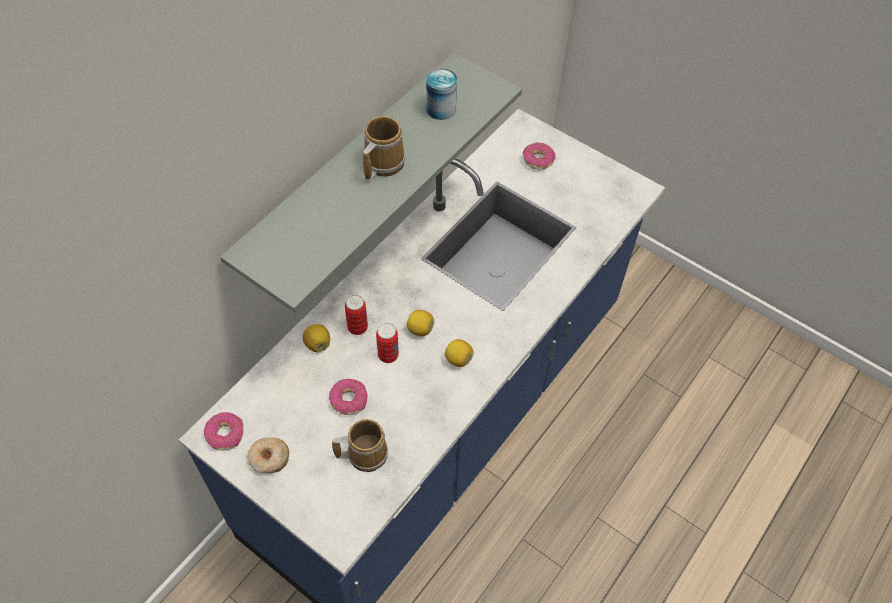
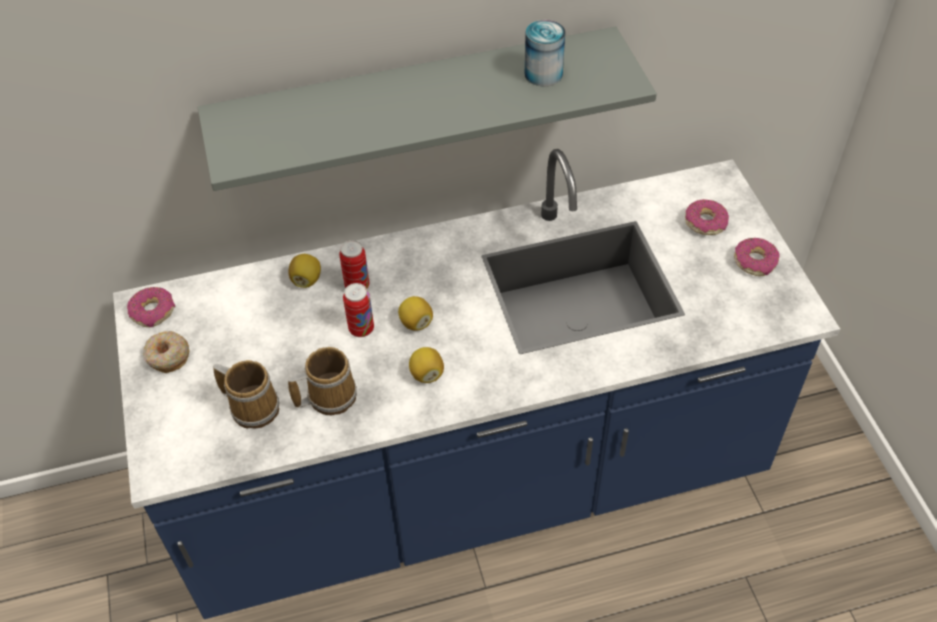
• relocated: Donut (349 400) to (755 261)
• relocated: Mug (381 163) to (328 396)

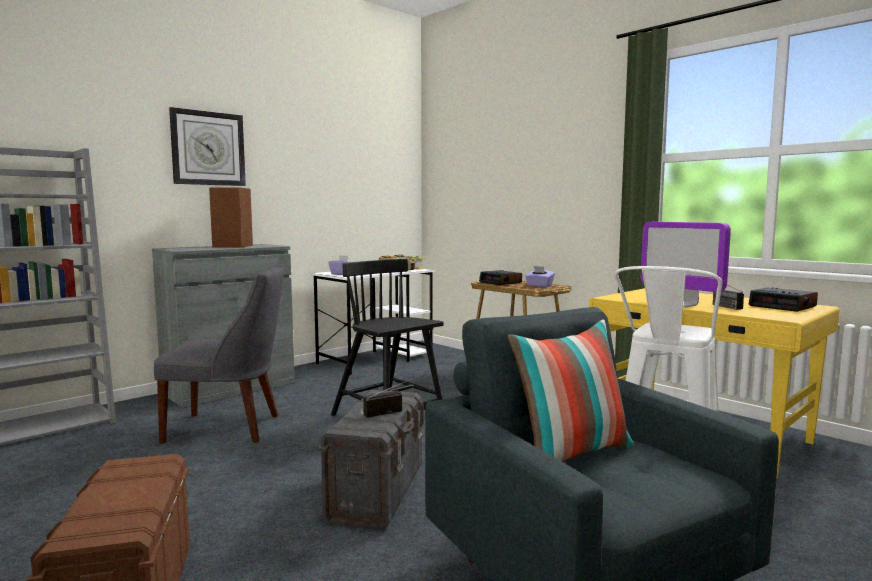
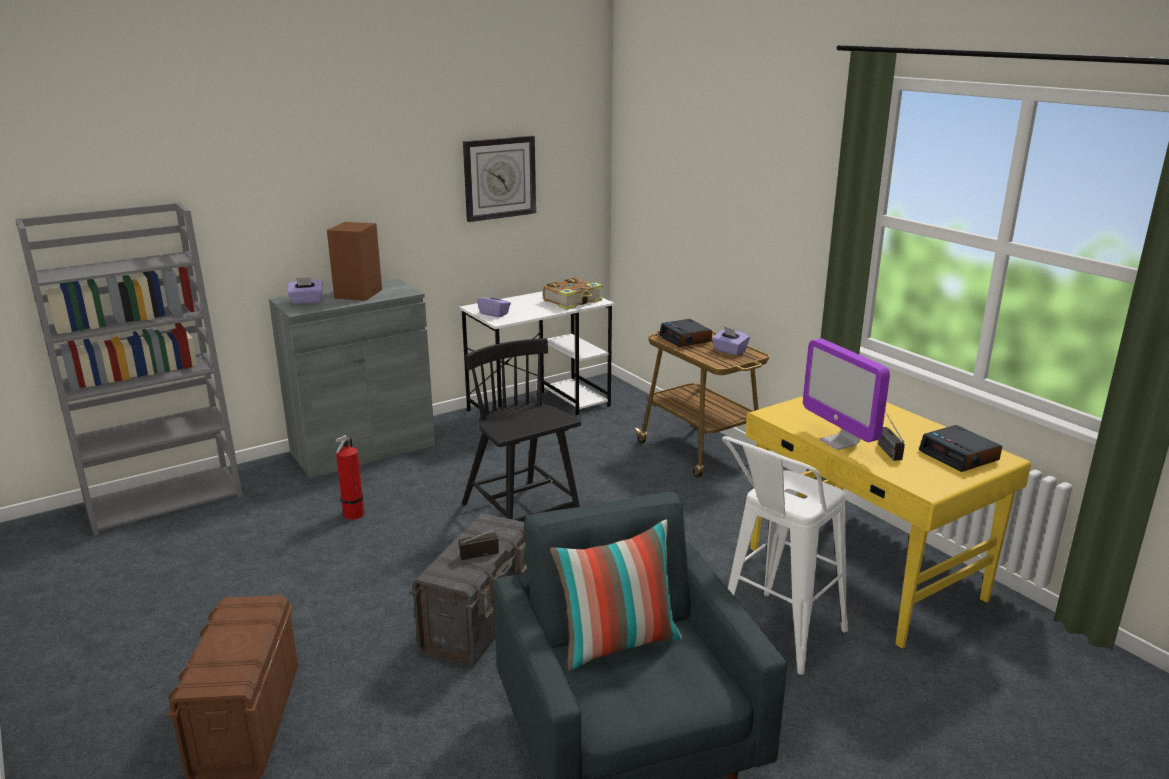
• appeared: PurpleTissueBox (306 301)
• relocated: WallClock (208 148) to (499 178)
• exchanged: GreyChair (228 428) to FireExtinguisher (352 515)

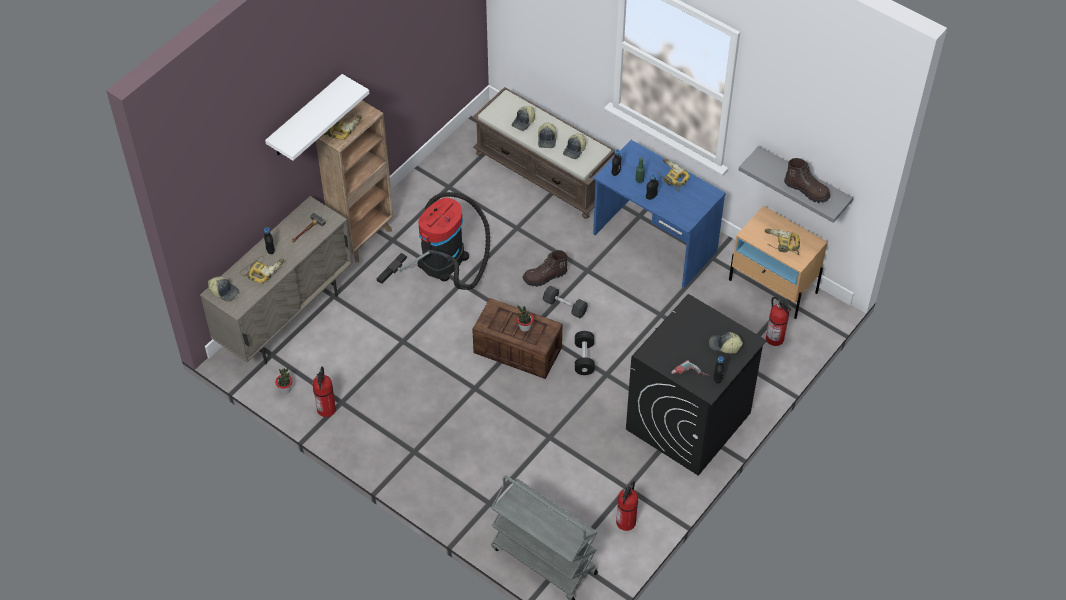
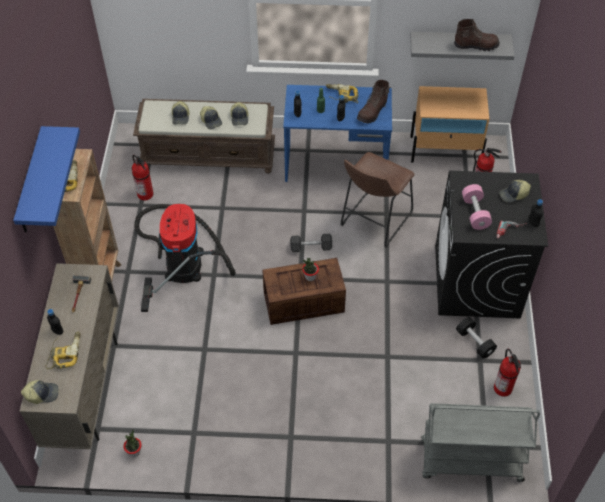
• missing: PowerDrill (781 244)
• appeared: BrownStool (373 221)
• appeared: PinkDumbbell (475 213)
• relocated: FireExtinguisher (326 409) to (146 194)
• relocated: BrownBoot (545 277) to (373 112)
• relocated: BlackDumbbell (584 358) to (474 342)
• colour: WhiteShelf (305 117) to BlueShelf (31 183)

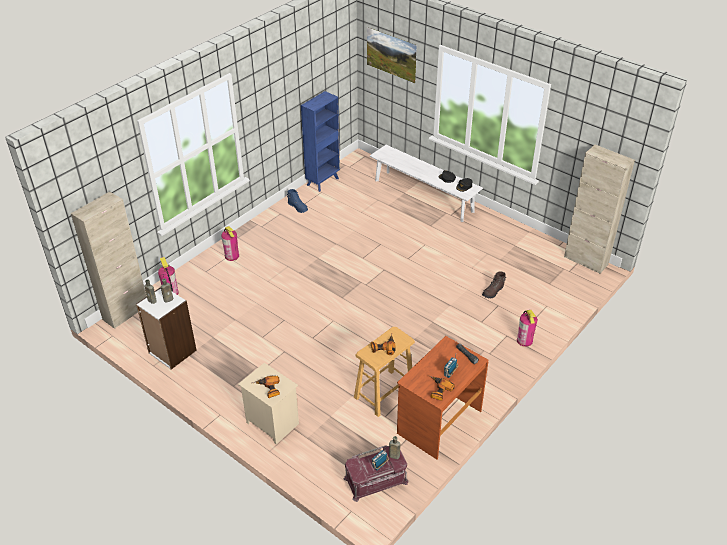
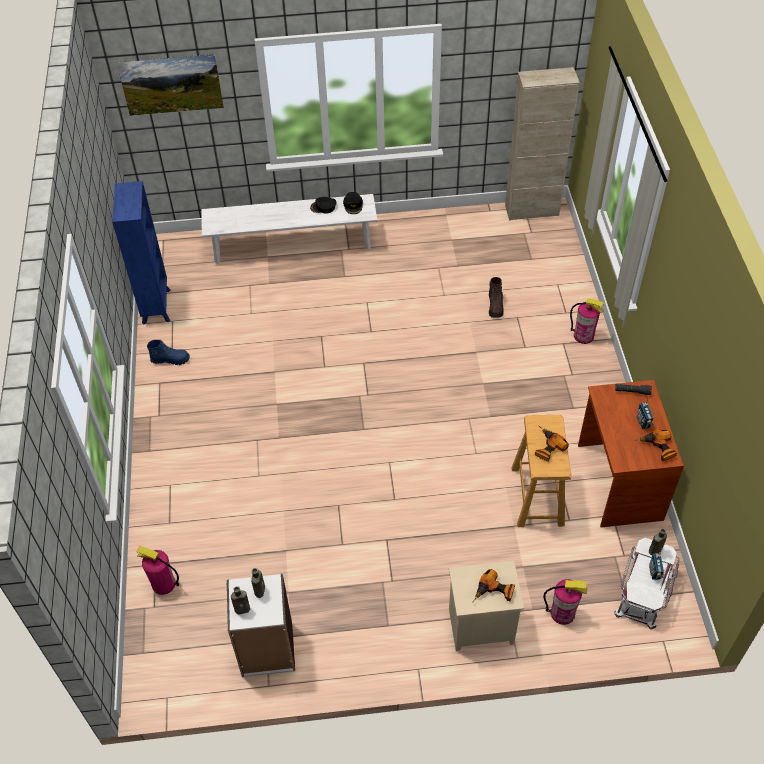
• missing: BeigeCabinet (126 312)
• relocated: FireExtinguisher (232 256) to (562 613)
• colour: RedStorageBox (376 481) to WhiteStorageBox (644 591)

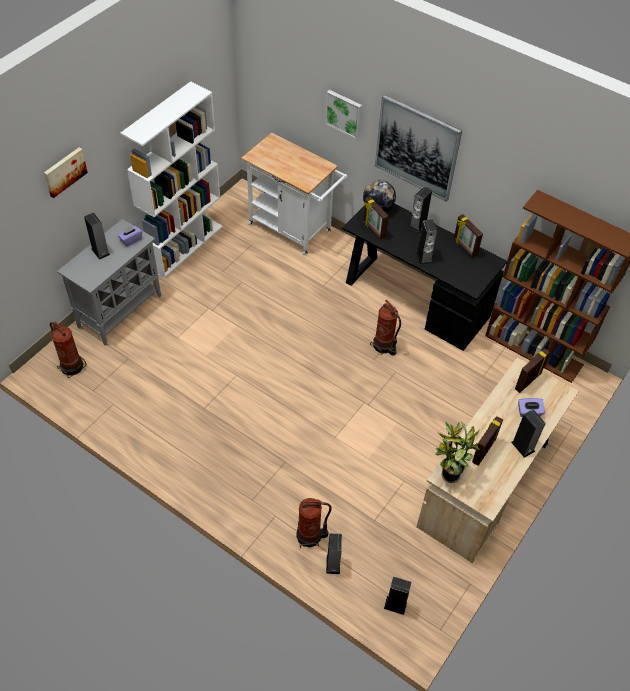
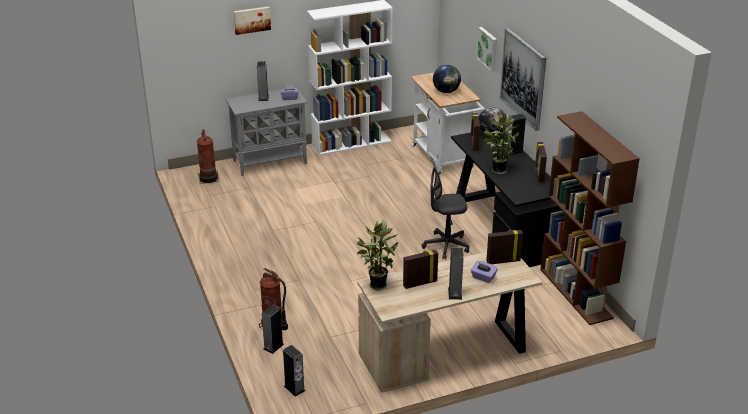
• appeared: Globe (446 91)
• exchanged: FireExtinguisher (384 346) to GreyOfficeChair (446 246)
• exchanged: Speaker (424 257) to PottedPlant (497 170)

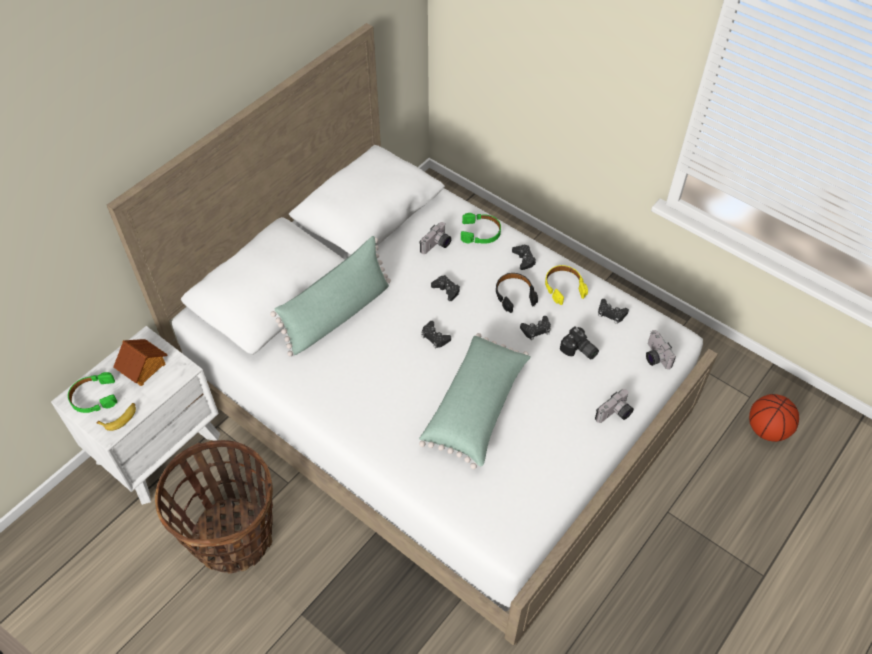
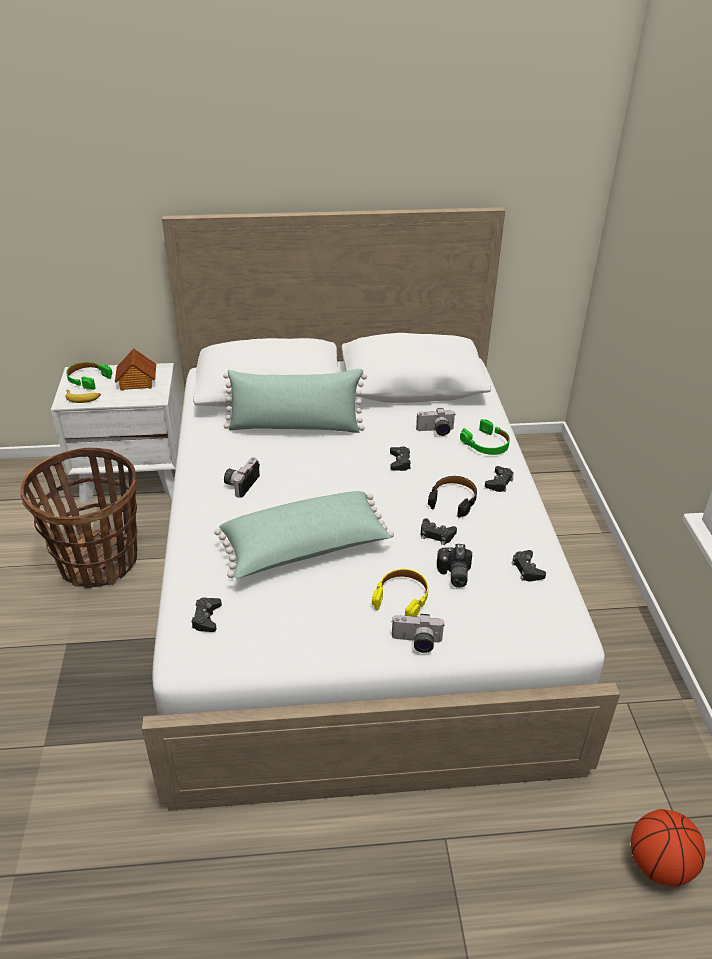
• relocated: BlackGameController (435 337) to (206 618)
• relocated: YellowHeadphones (563 287) to (402 598)
• relocated: PhotoCamera (654 356) to (241 483)

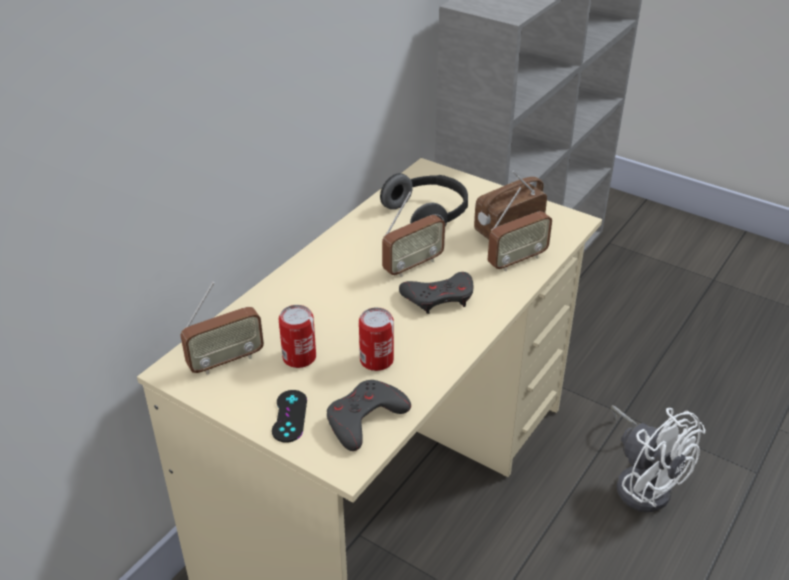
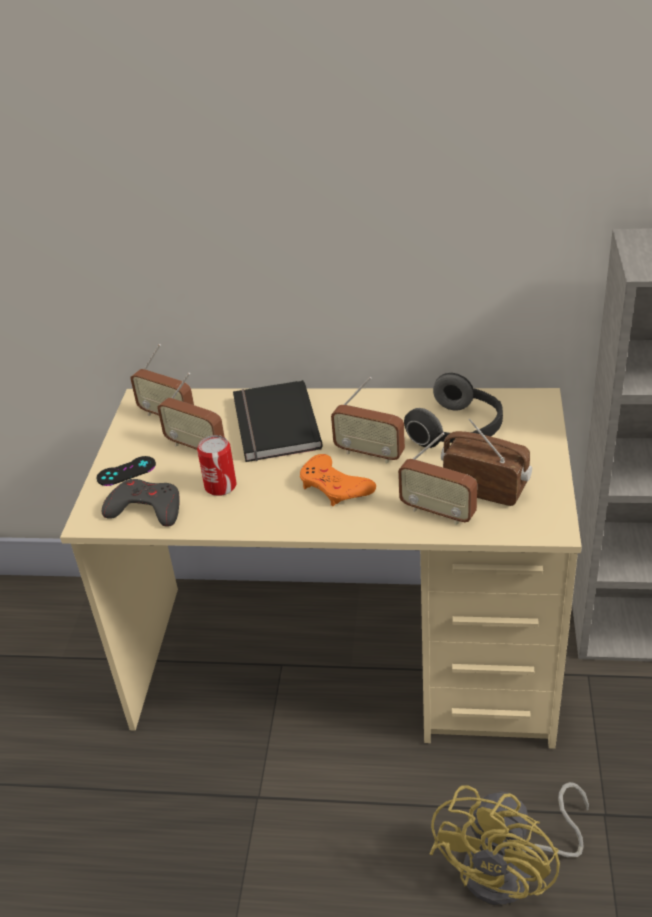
• appeared: BlackBook (273 425)
• exchanged: Can (299 357) to Radio (196 447)
• colour: GreyGameController (439 297) to OrangeGameController (334 486)
• colour: WhiteFan (642 482) to YellowFan (512 870)

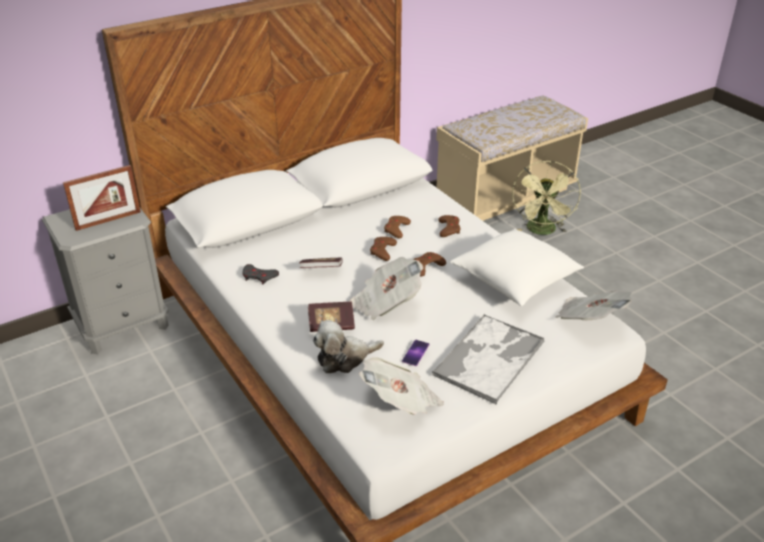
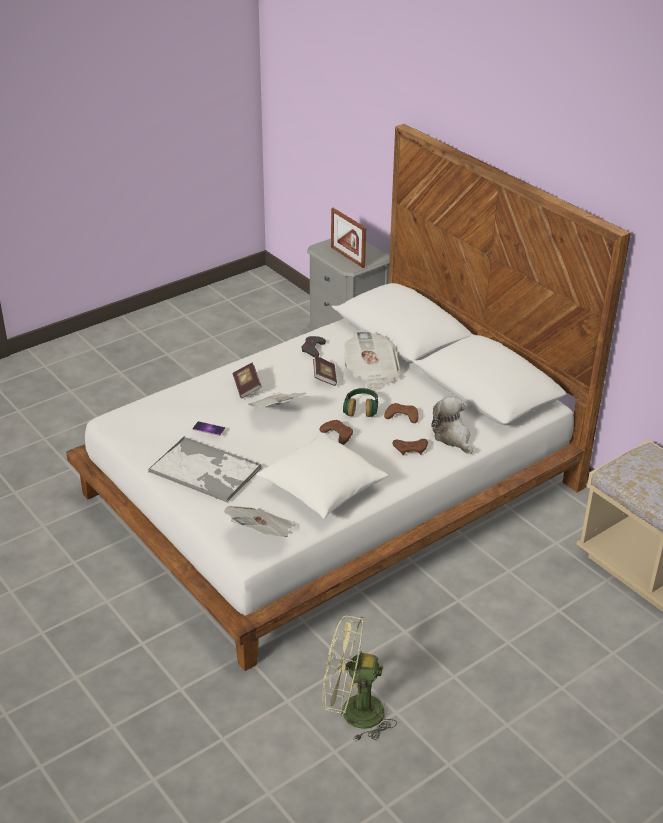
• relocated: PlushToy (344 358) to (453 437)
• relocated: Newspaper (401 402) to (371 374)
• relocated: GreenFan (542 231) to (352 713)
• exchanged: BrownGameController (382 251) to Headphones (361 409)

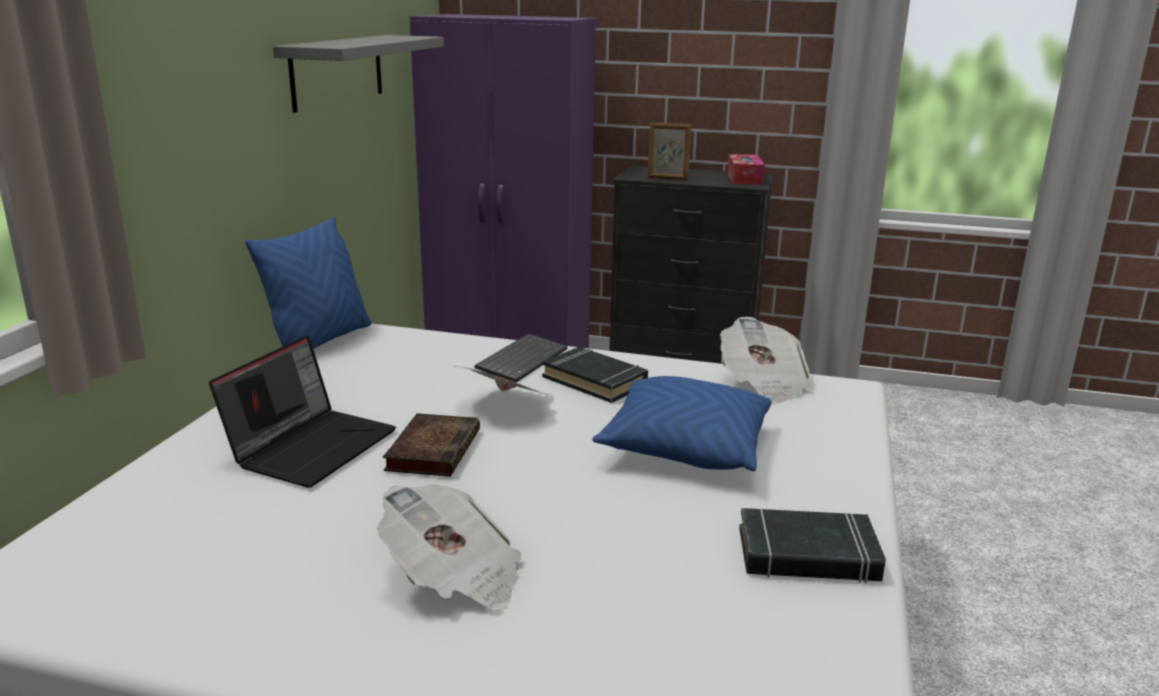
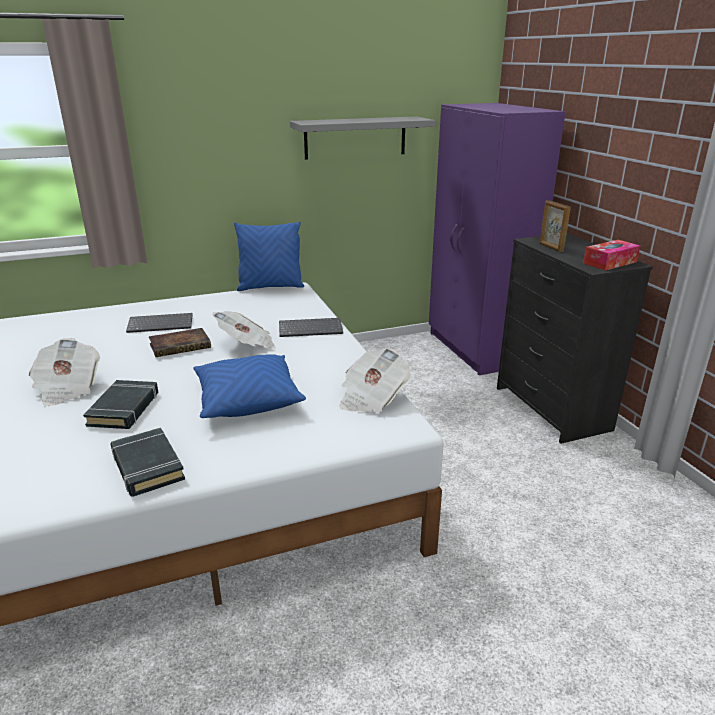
• relocated: BlackBook (595 381) to (124 409)
• exchanged: Laptop (312 446) to Keyboard (161 324)

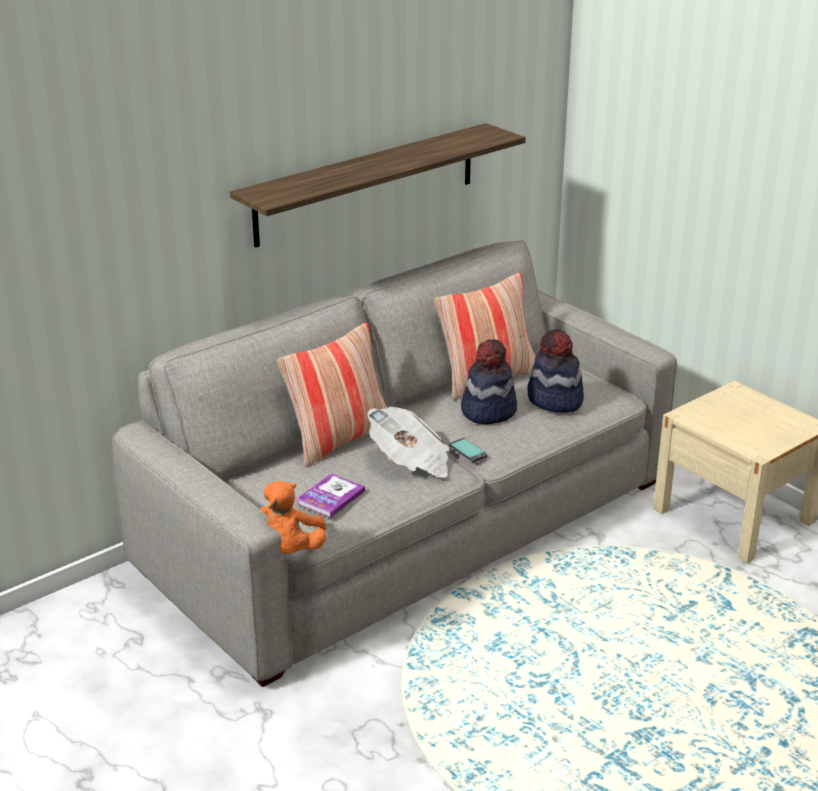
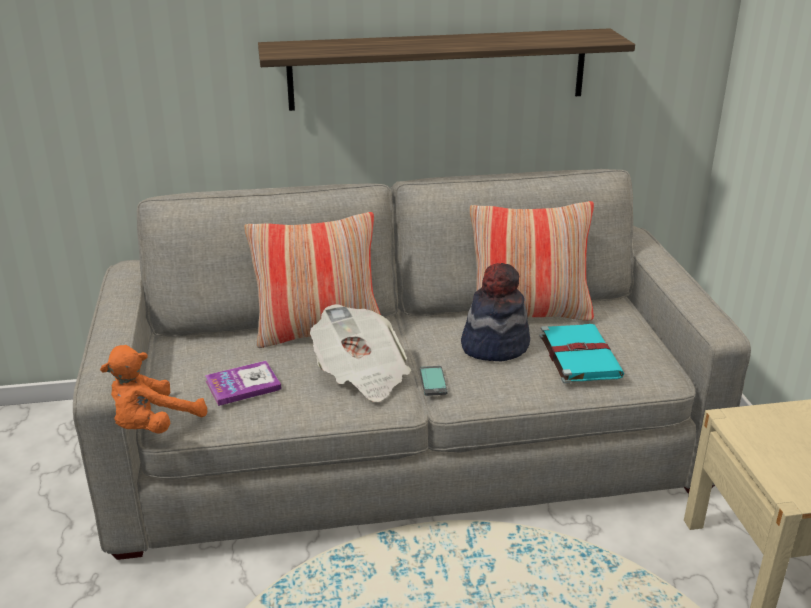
• exchanged: Hat (554 400) to TurquoiseBook (579 355)

